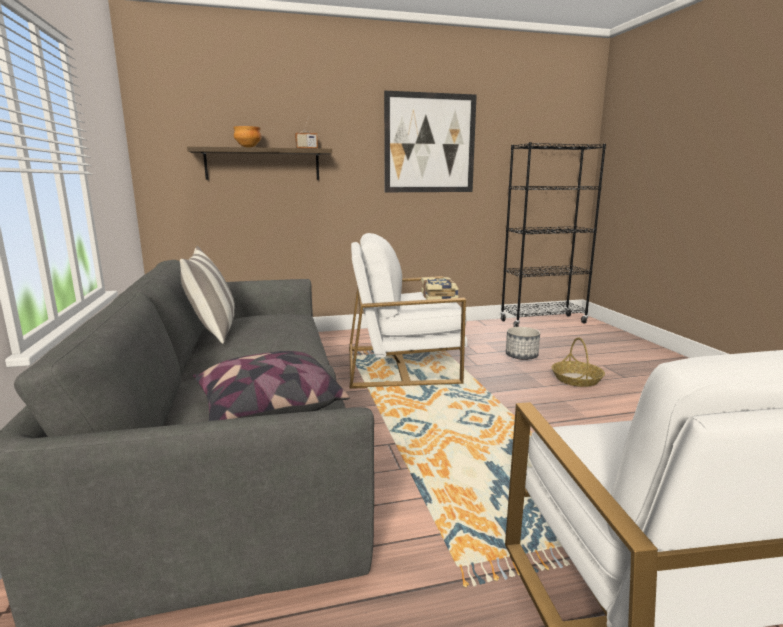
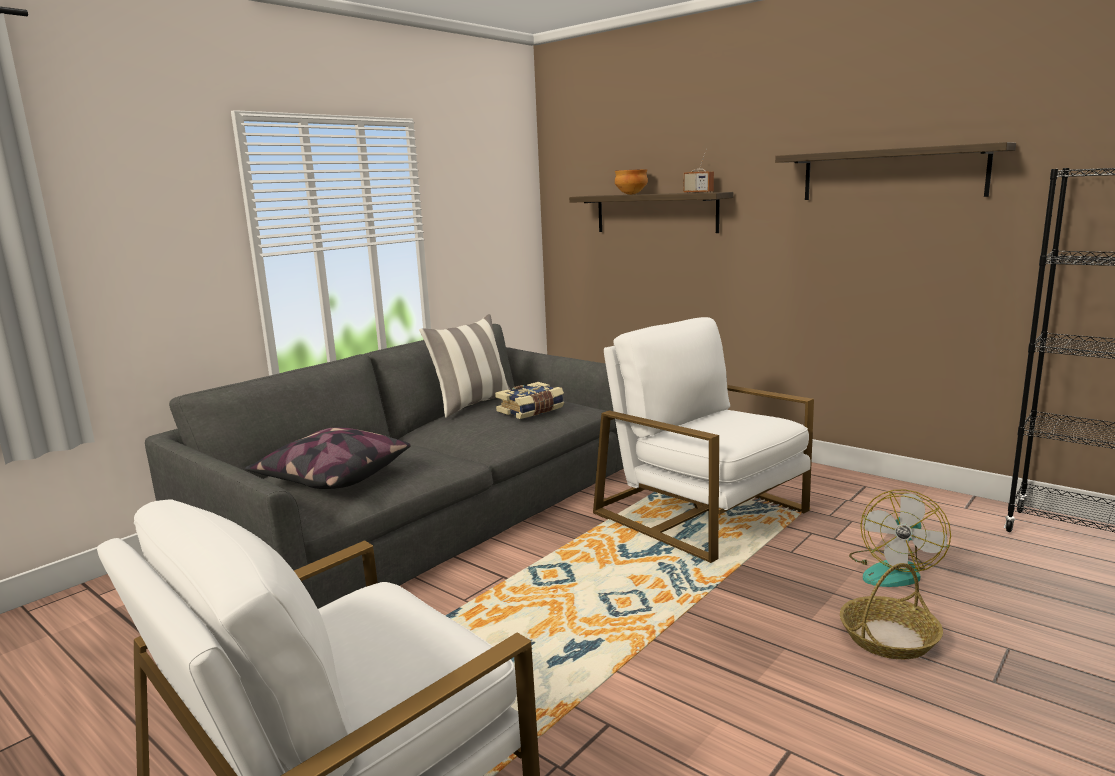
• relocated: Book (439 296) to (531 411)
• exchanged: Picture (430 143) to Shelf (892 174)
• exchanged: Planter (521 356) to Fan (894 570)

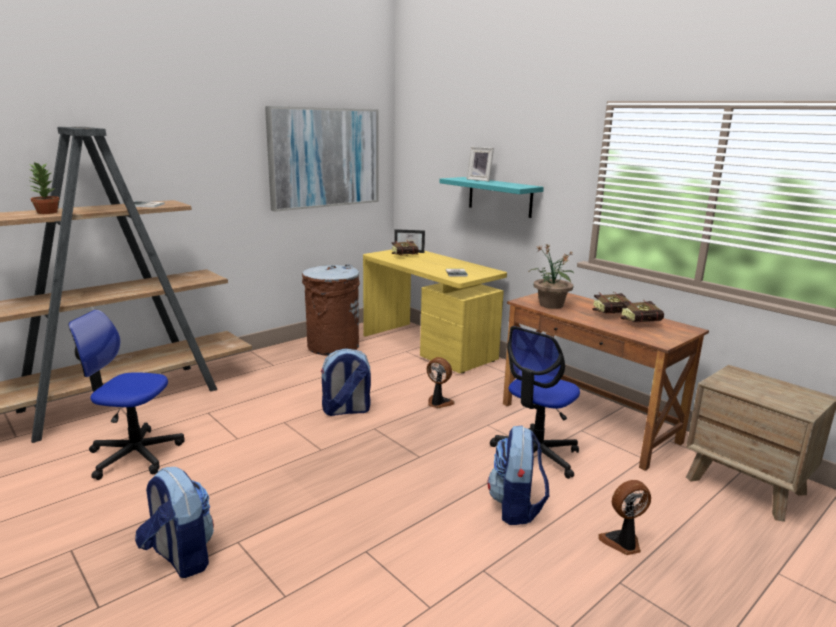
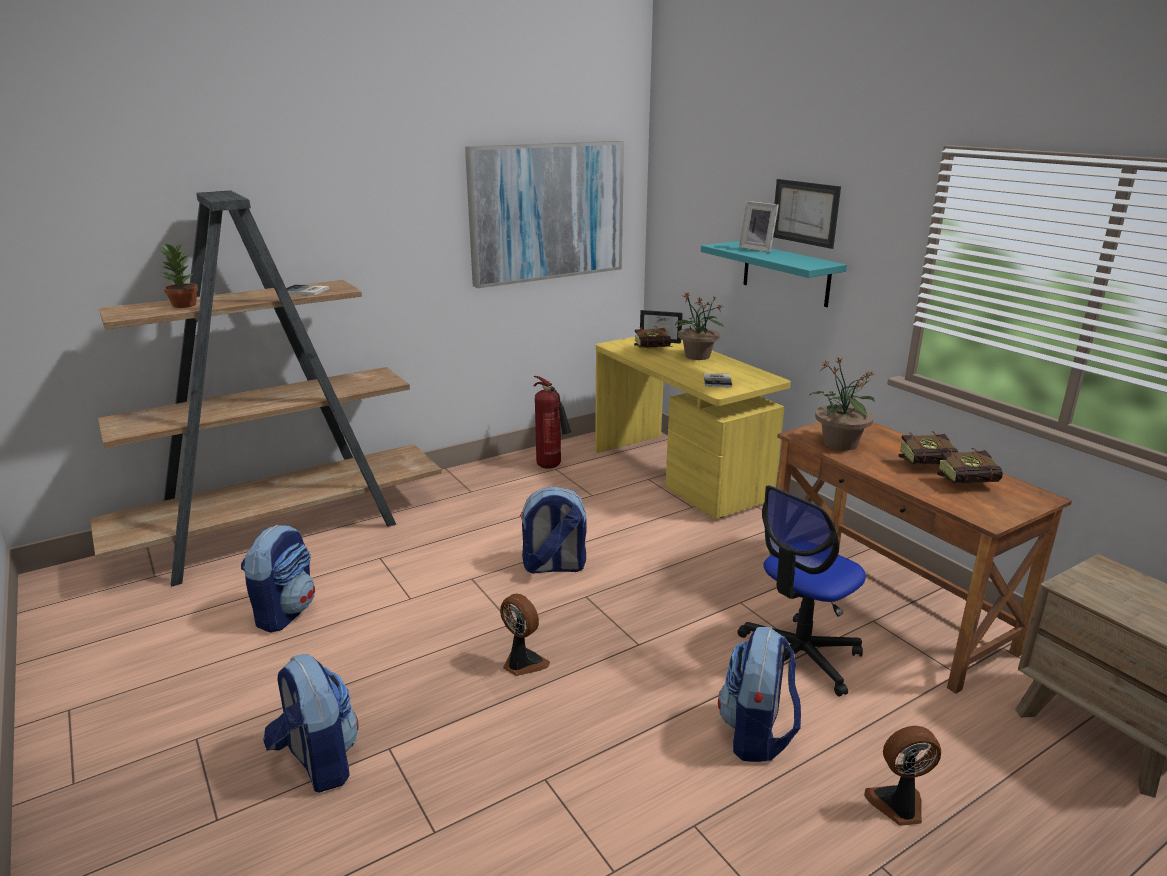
• appeared: PottedPlant (697 356)
• appeared: Picture (805 212)
• relocated: Fan (438 403) to (522 663)
• exchanged: OfficeChair (135 454) to Backpack (285 612)
• exchanged: BrownTrashCan (332 346) to FireExtinguisher (551 467)

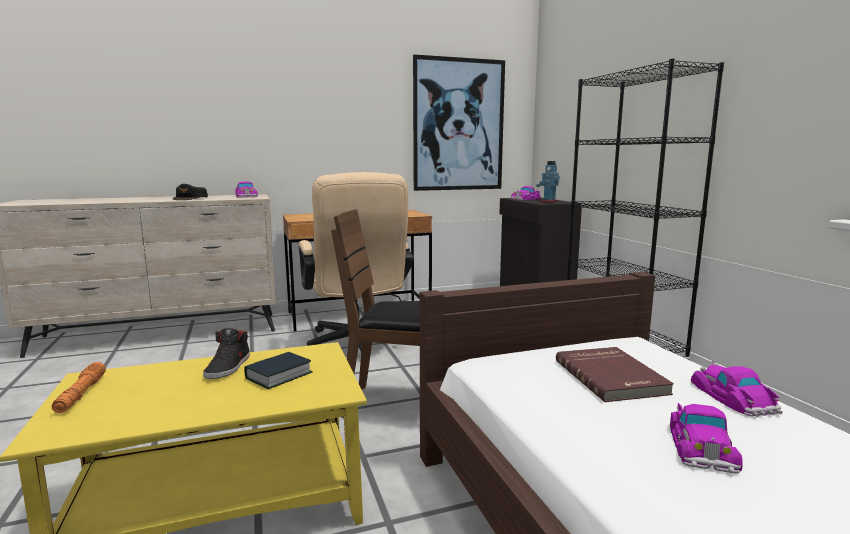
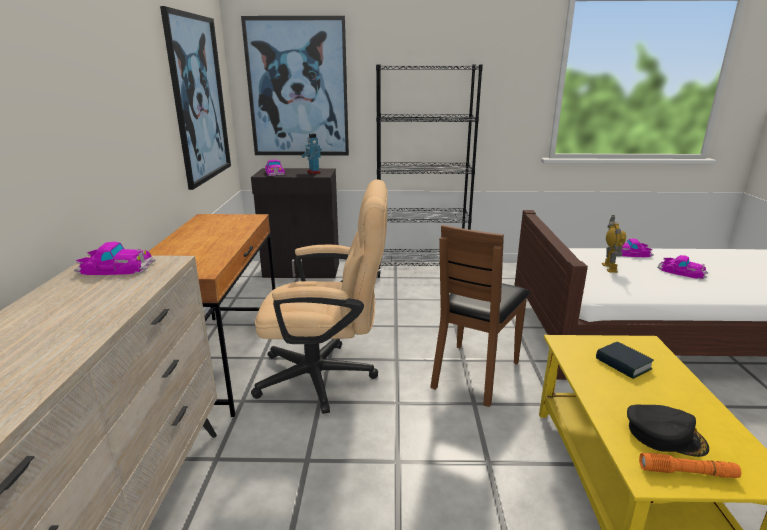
• missing: BlackShoe (229 367)
• appeared: Picture (298 89)
• relocated: BlackCap (191 198) to (664 435)
• exchanged: RedBook (612 377) to ToyRobot (609 268)

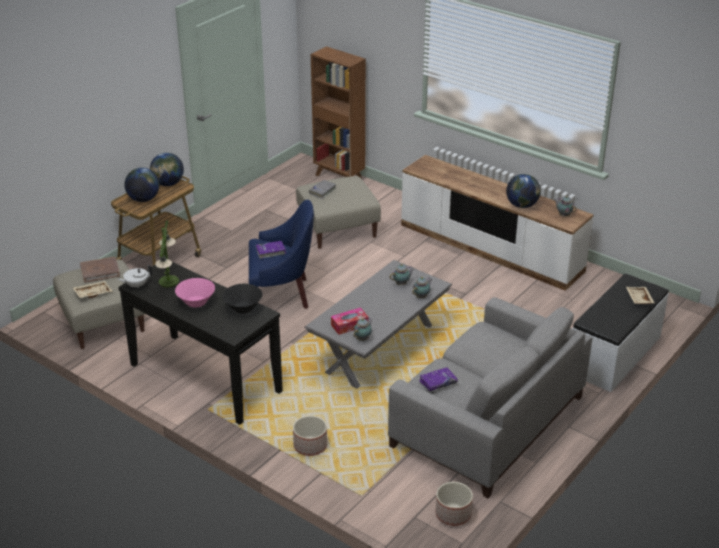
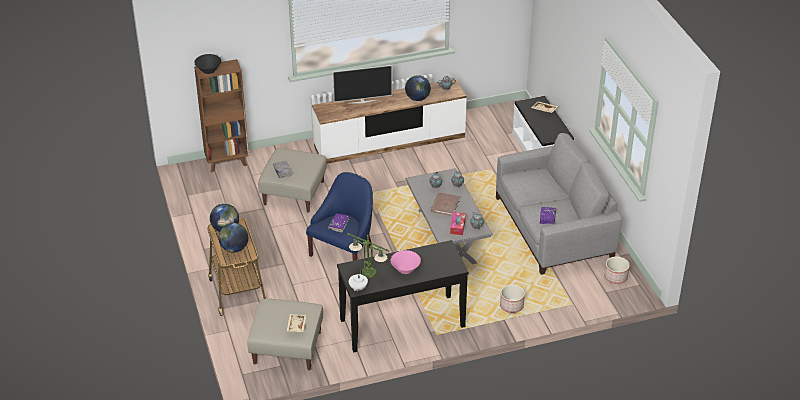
• appeared: Television (362 101)
• relocated: BrownBook (100 271) to (445 205)
• relocated: BlackBowl (243 308) to (208 70)

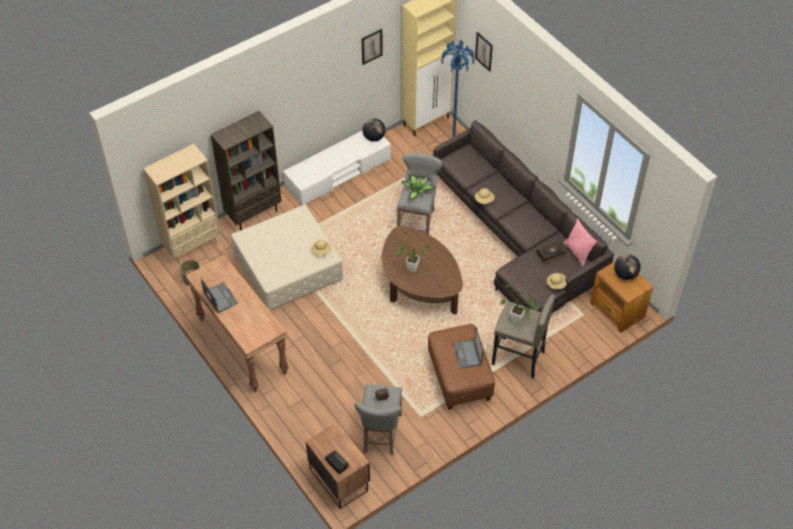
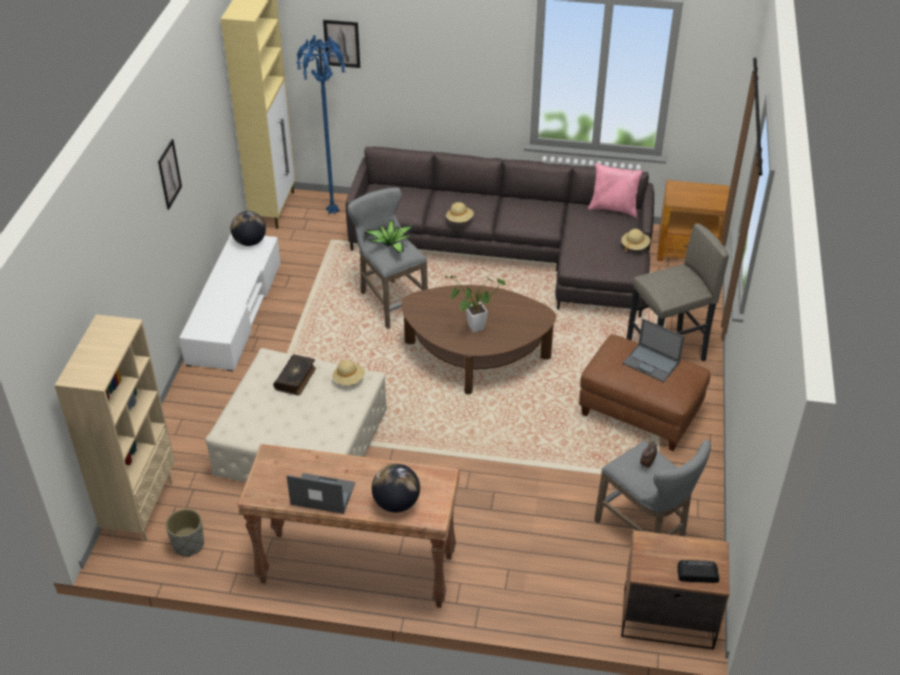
• missing: BrownBookcase (253 213)
• missing: PottedPlant (519 321)
• relocated: Picture (371 46) to (169 174)
• relocated: Book (551 254) to (296 379)
• relocated: Globe (625 274) to (396 503)

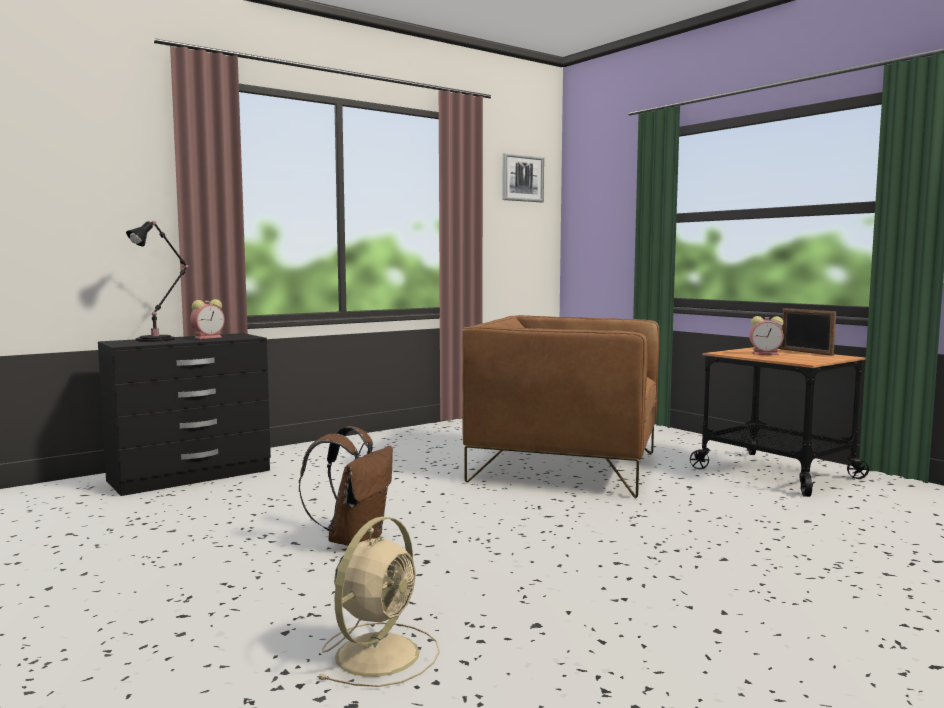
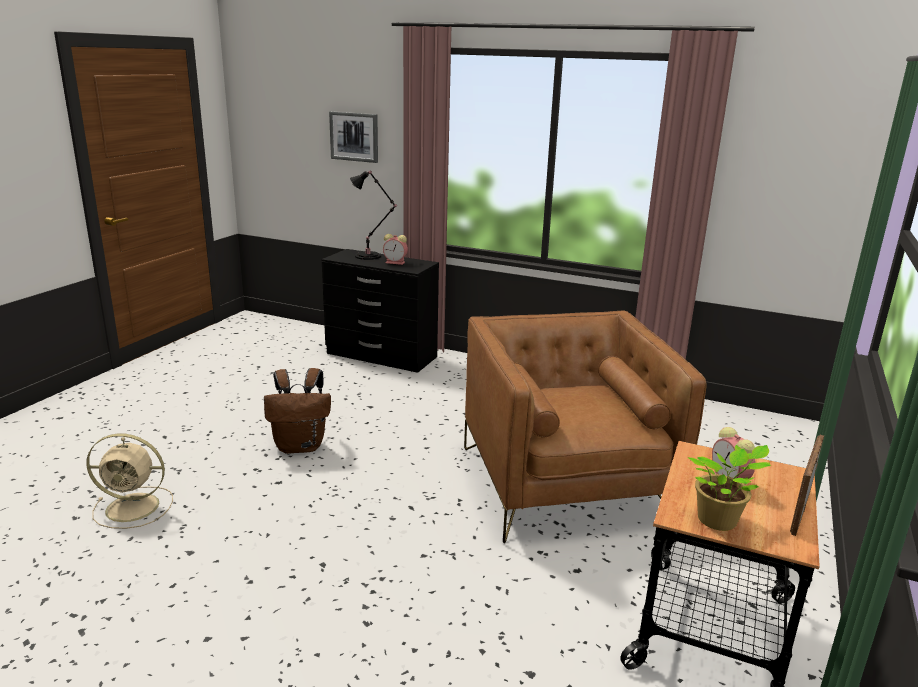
• appeared: PottedPlant (719 521)
• relocated: Picture (522 178) to (354 136)

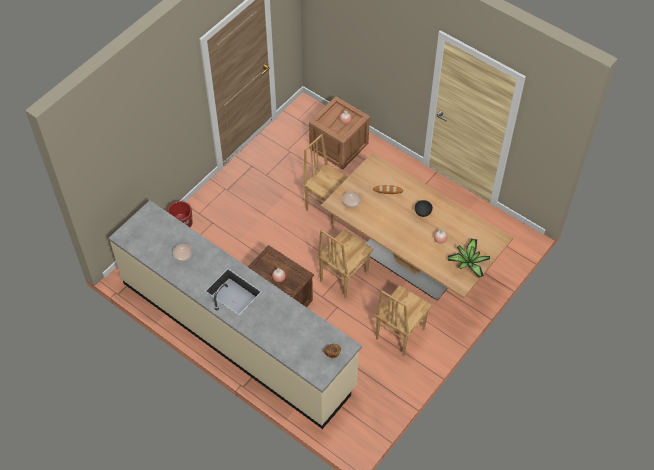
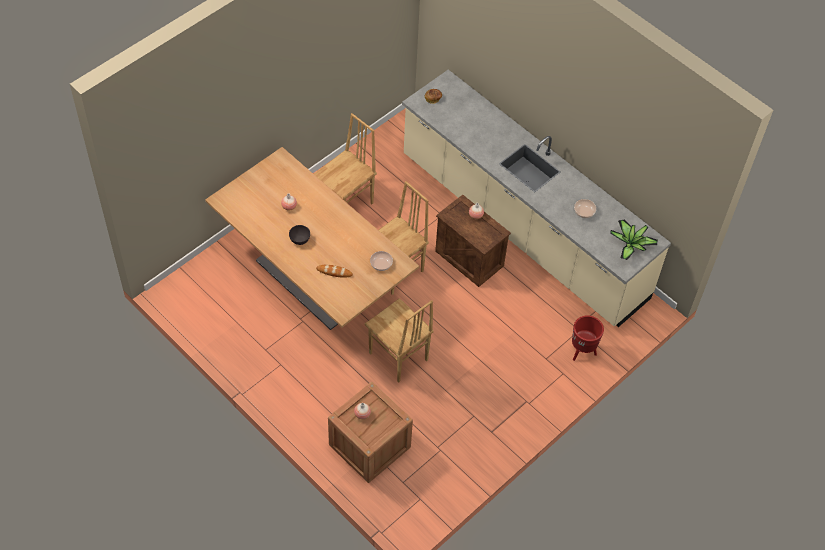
• relocated: PottedPlant (468 263) to (631 245)

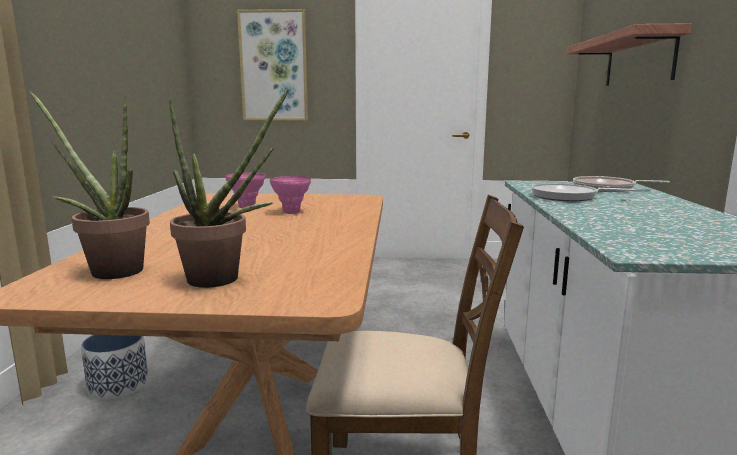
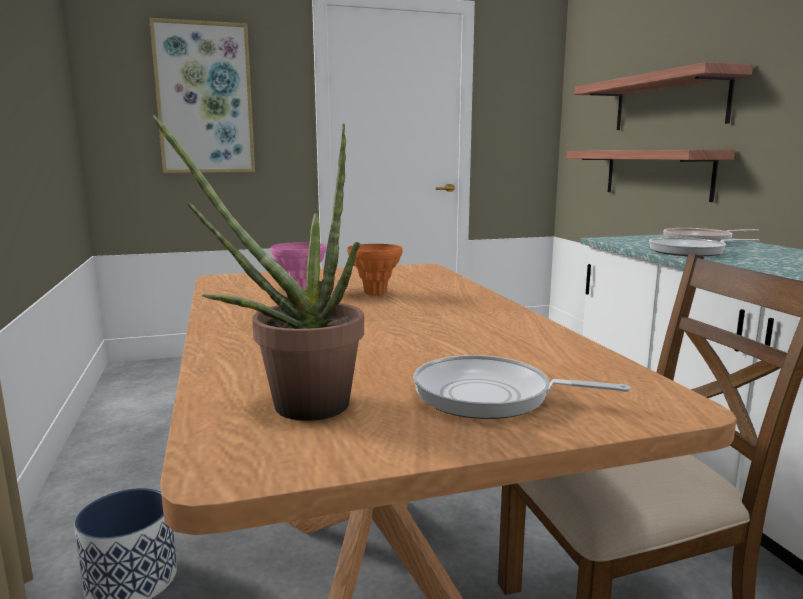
• appeared: Shelf (657 173)
• exchanged: PottedPlant (223 280) to FryingPan (490 396)
• colour: PinkVase (291 212) to OrangeVase (375 293)

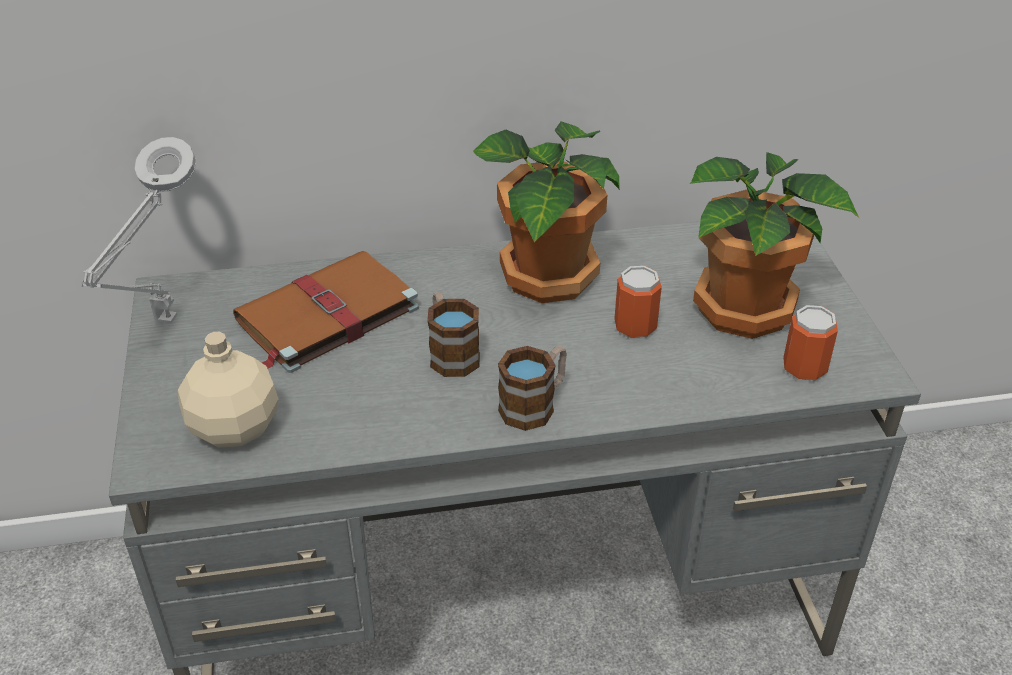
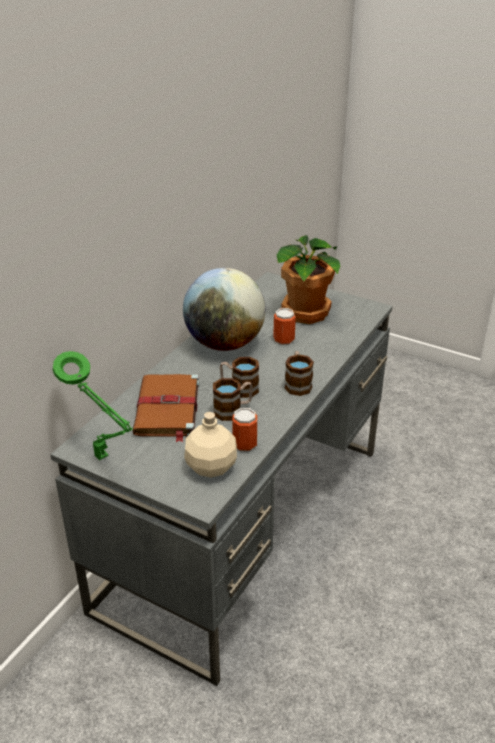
• appeared: Mug (233 410)
• relocated: Can (804 369) to (244 444)
• exchanged: PottedPlant (545 278) to Globe (225 343)
• colour: GreyTableLamp (163 324) to GreenTableLamp (104 459)

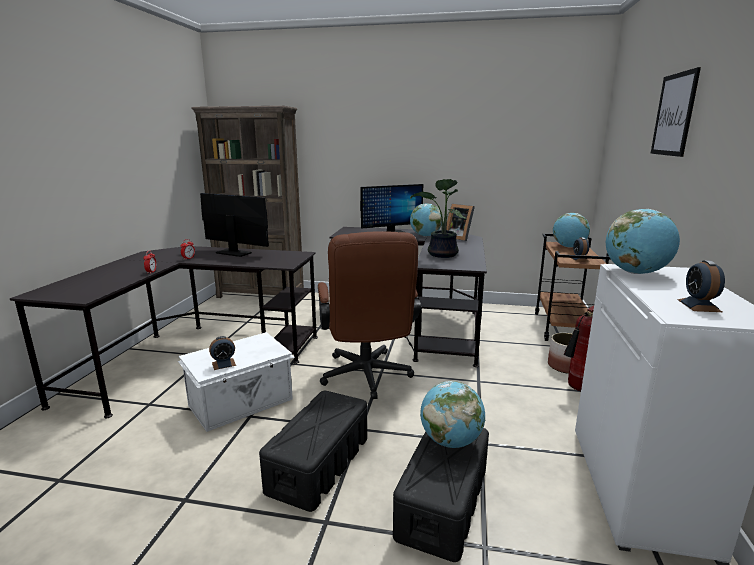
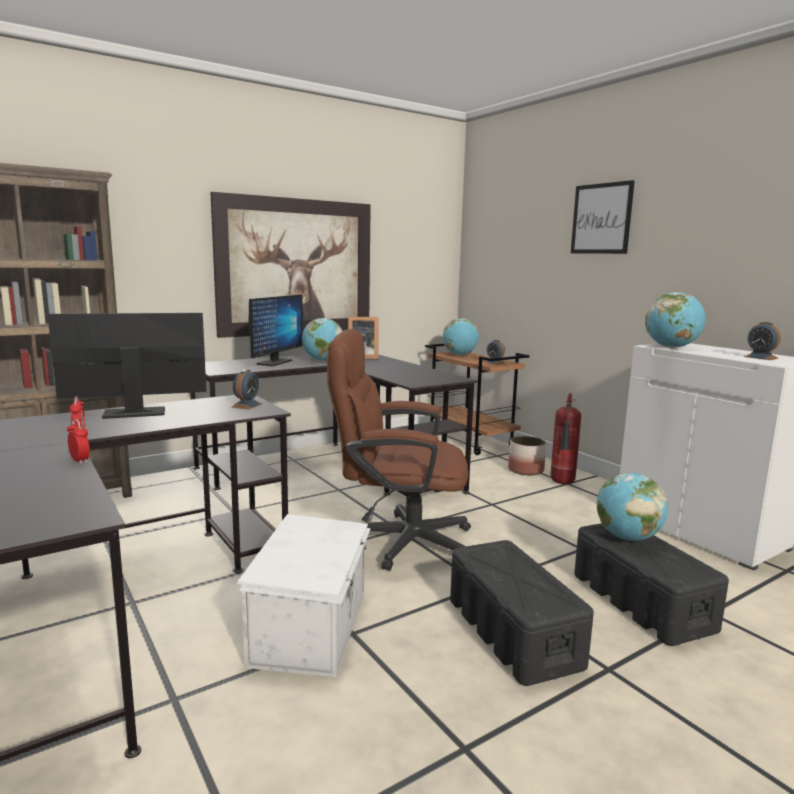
• missing: PottedPlant (441 255)
• appeared: Picture (296 267)
• relocated: AlarmClock (223 364) to (246 405)
• spun: BrownOfficeChair (367 378) = (398 541) 150 degrees clockwise

